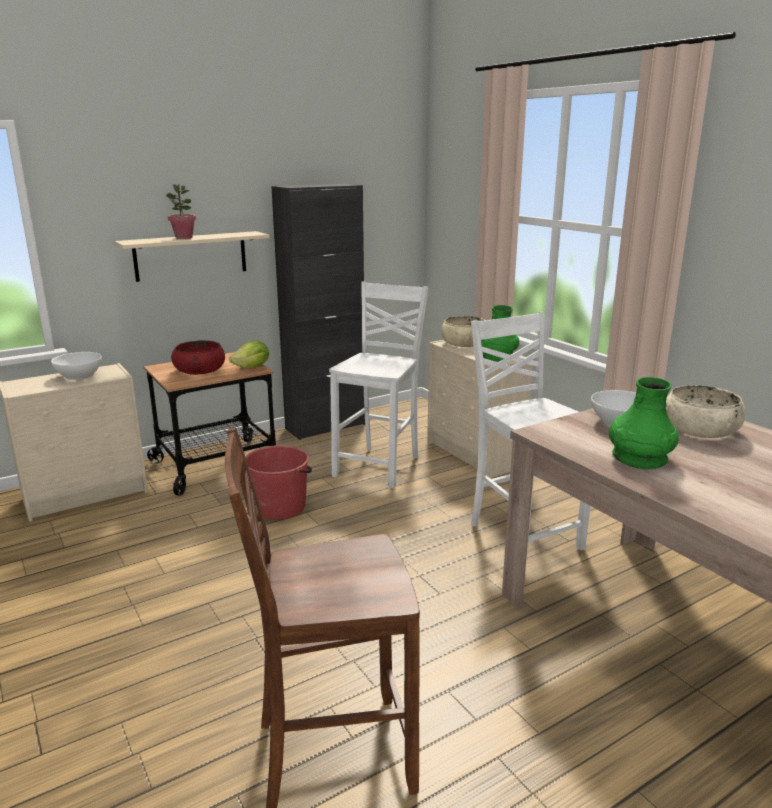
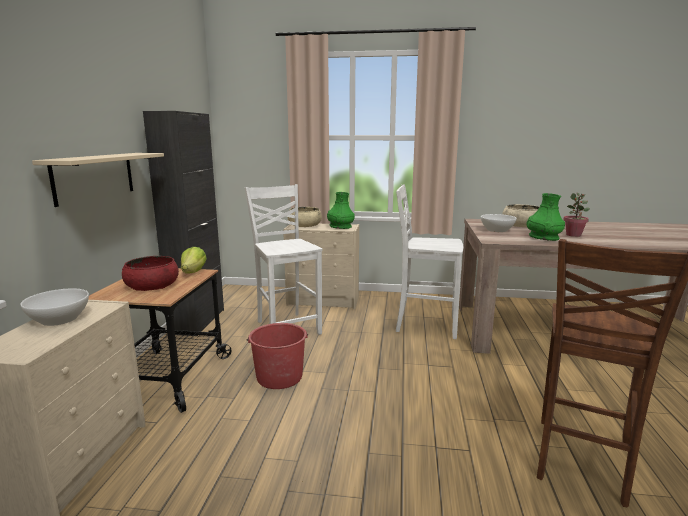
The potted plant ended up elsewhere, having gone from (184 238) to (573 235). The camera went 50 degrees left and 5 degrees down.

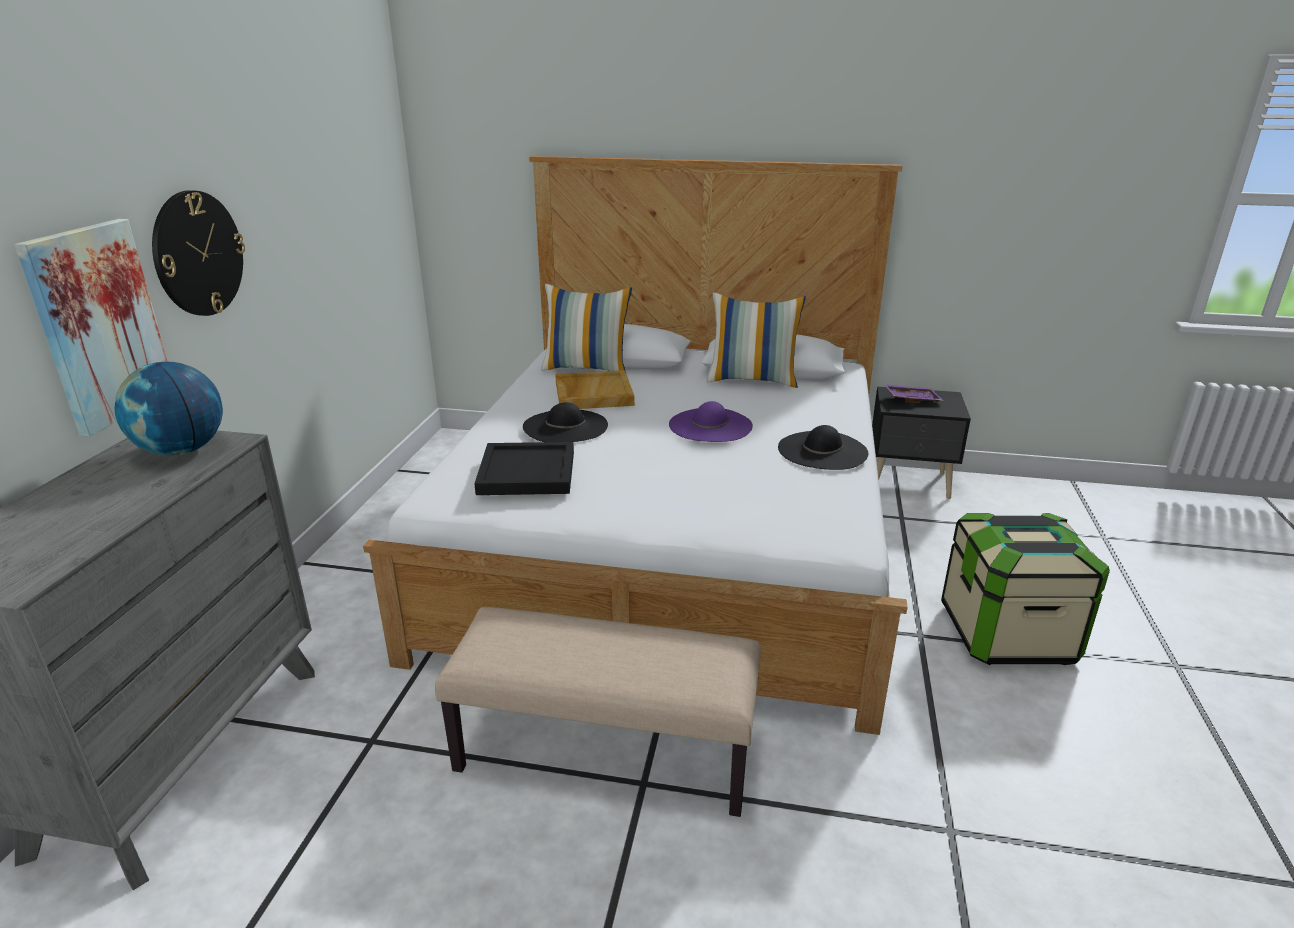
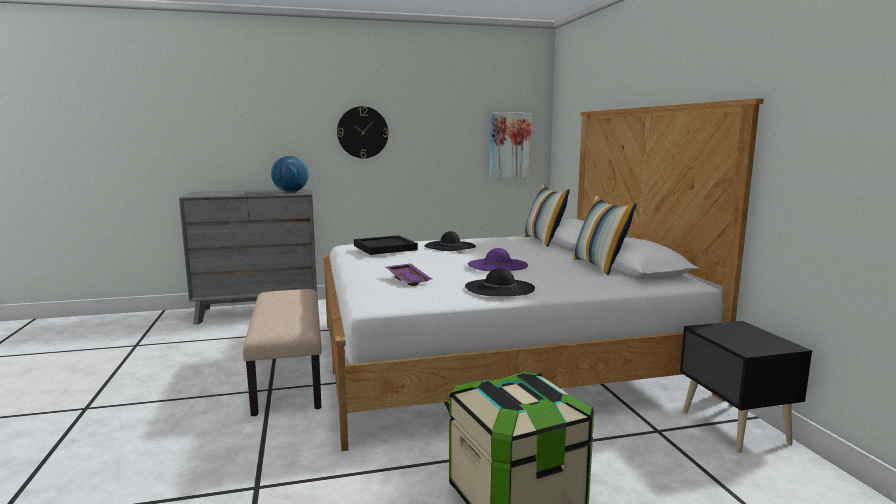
The tray in purple ended up elsewhere, having gone from (911 399) to (409 280). The picture ended up elsewhere, having gone from (99 325) to (509 145). The second view lost the tray in beige at (593 393). The camera went 65 degrees right and 15 degrees down.

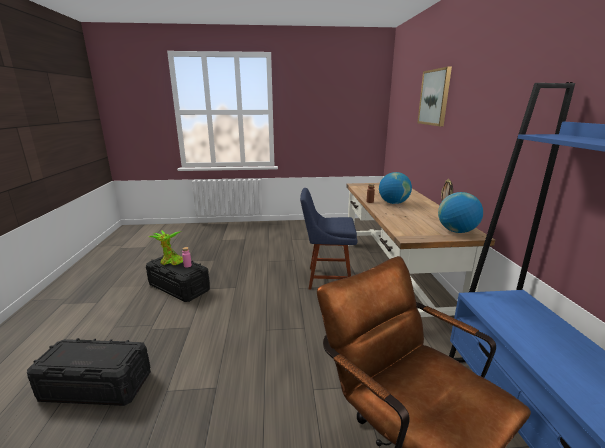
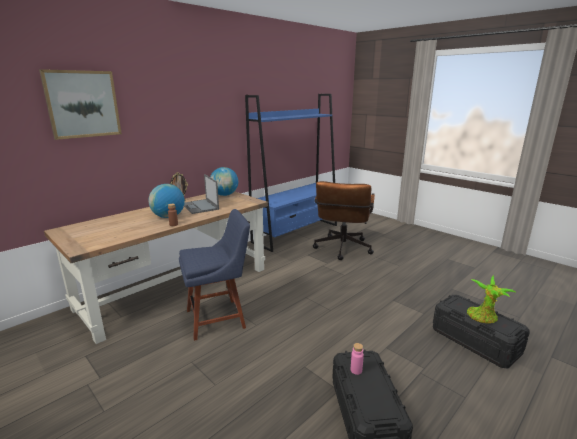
The chair in blue at (326 278) ended up facing another way, 75 degrees counterclockwise from before. The second view gained the laptop at (200 206). The potted plant ended up elsewhere, having gone from (170 262) to (483 318). The camera went 130 degrees left and 0 degrees up.

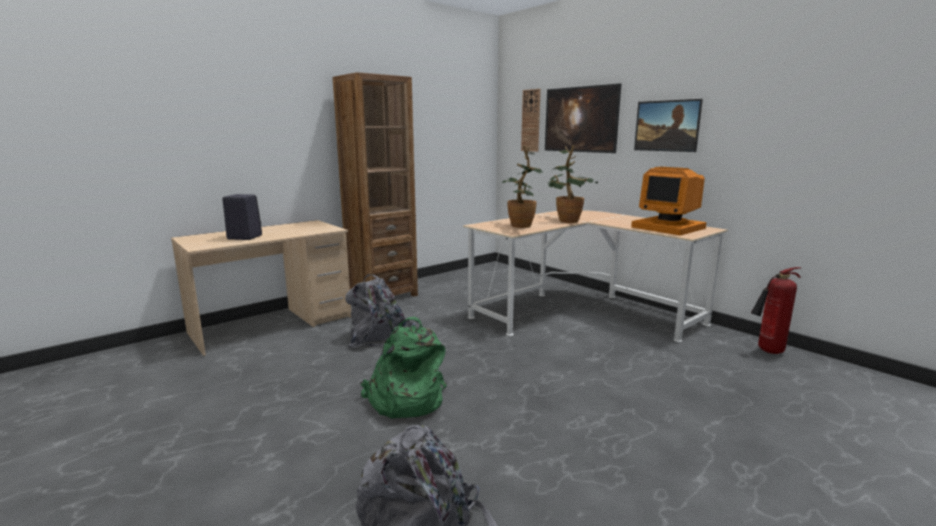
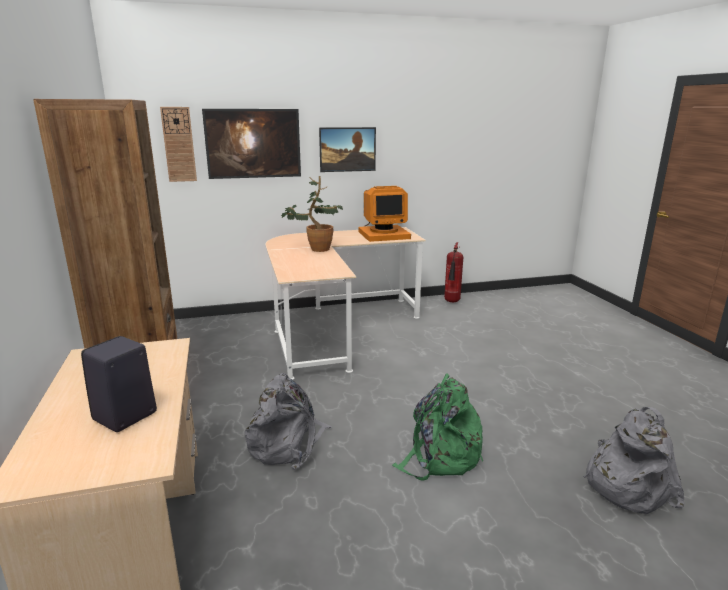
The second view lost the potted plant at (520 227). The camera went 65 degrees left and 5 degrees up.

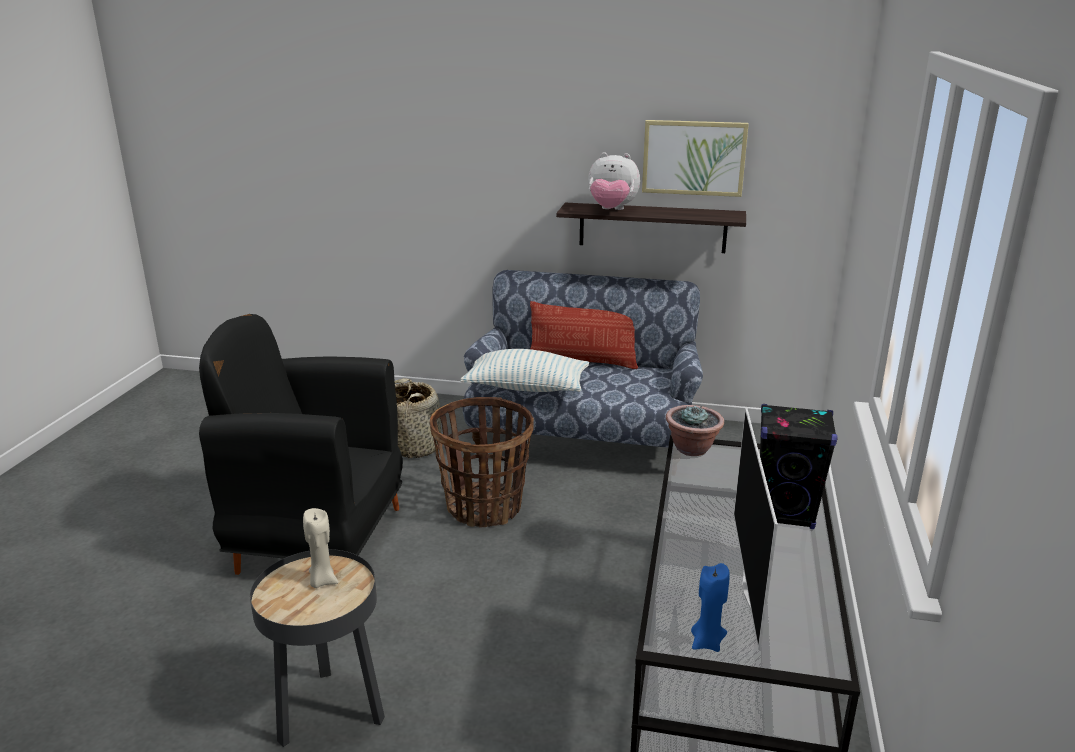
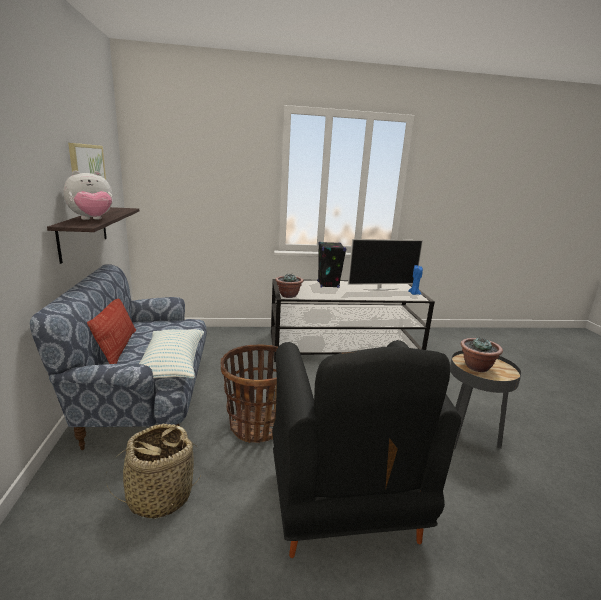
The plush toy at (611 210) ended up facing another way, 60 degrees clockwise from before. Where the candle in beige stood at (322 581), the potted plant came to stand at (476 367). The camera went 110 degrees left and 5 degrees down.

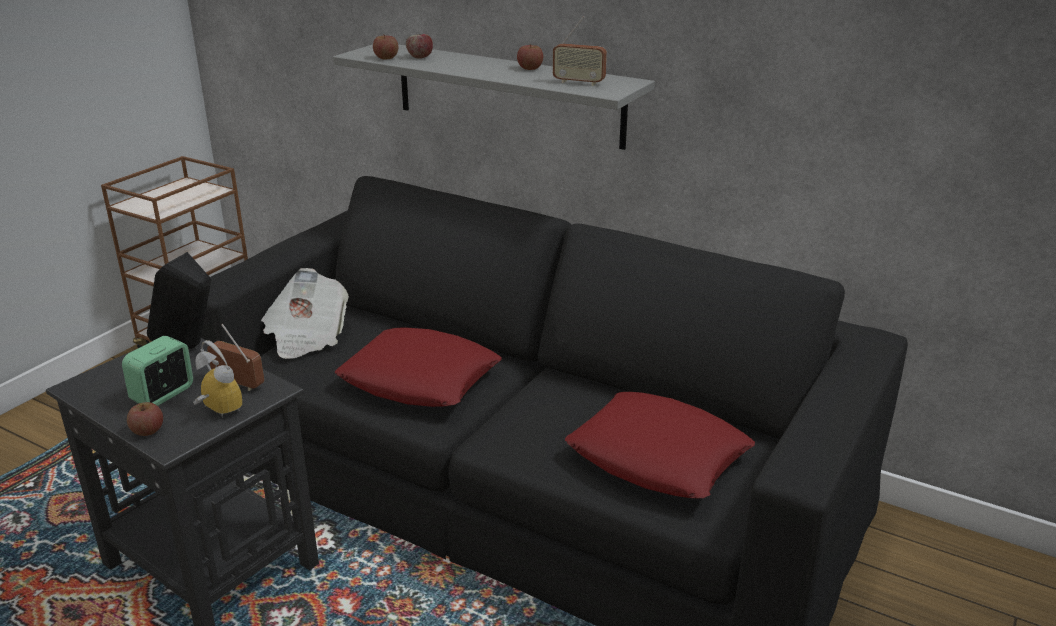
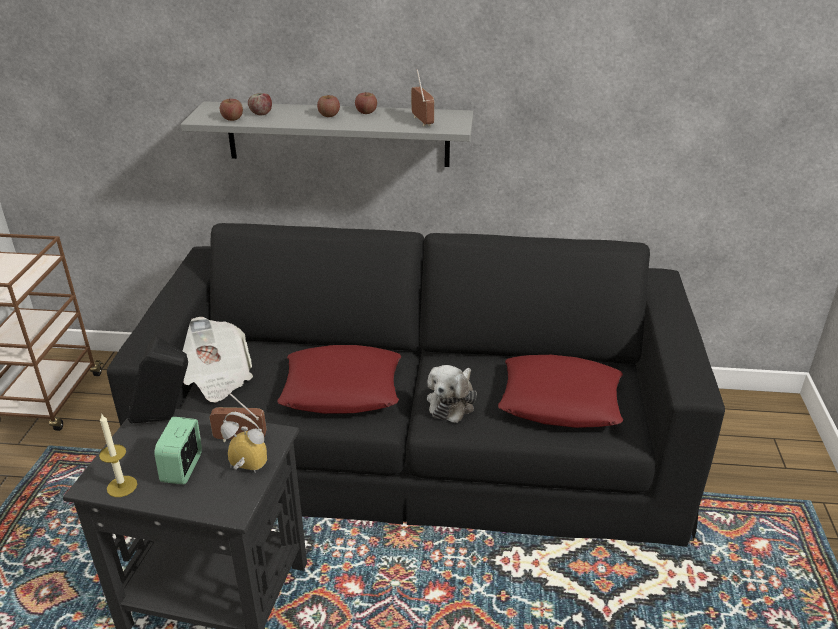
The second view gained the candle at (122 486). The apple ended up elsewhere, having gone from (147 431) to (329 115). The radio at (579 83) ended up facing another way, 105 degrees counterclockwise from before. The second view gained the plush toy at (452 402). The camera went 25 degrees left and 5 degrees up.

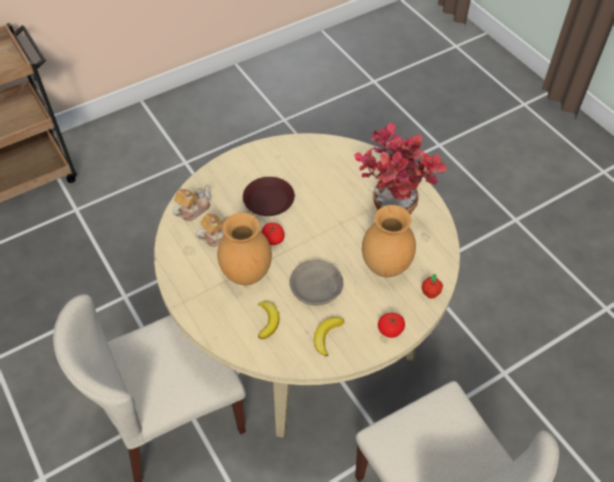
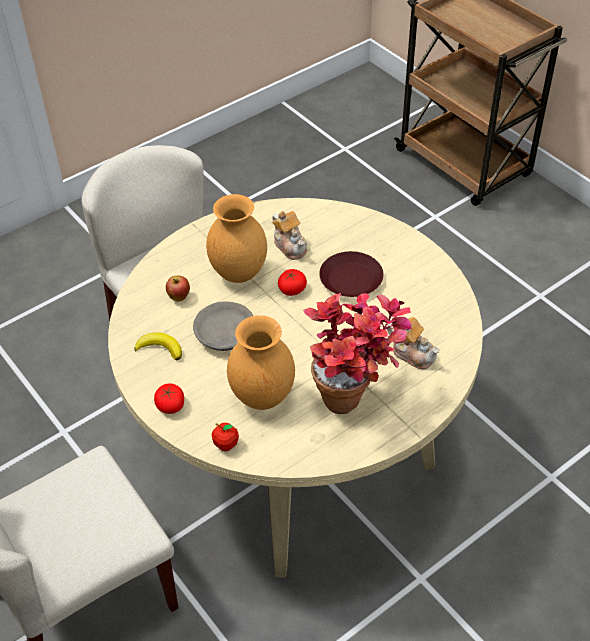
Where the banana stood at (268 321), the apple came to stand at (179 297). The teapot ended up elsewhere, having gone from (193 209) to (412 353). The camera went 85 degrees right and 5 degrees down.

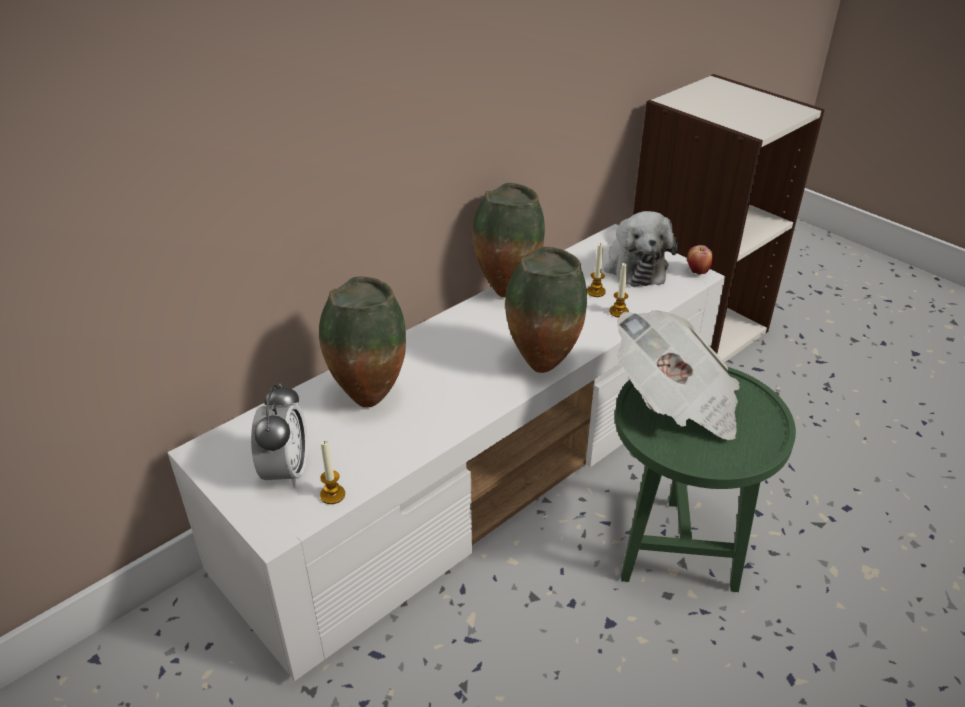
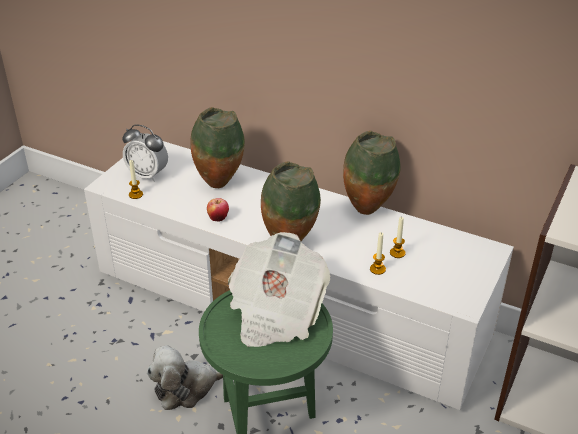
The alarm clock at (286 471) ended up facing another way, 45 degrees clockwise from before. The plush toy ended up elsewhere, having gone from (634 266) to (187 387). The apple ended up elsewhere, having gone from (697 271) to (218 218). The camera went 70 degrees right and 0 degrees up.

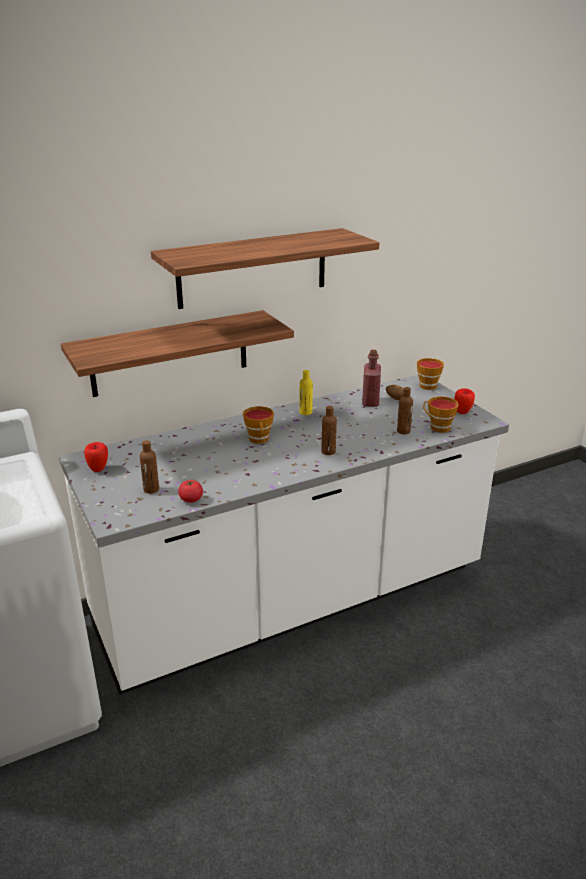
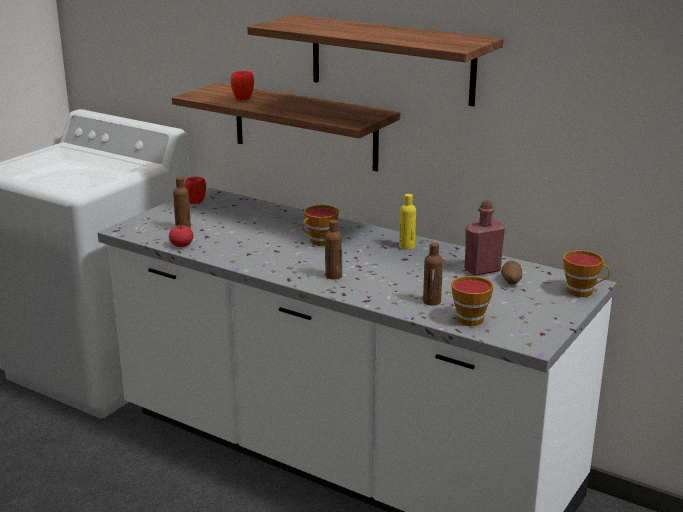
The apple ended up elsewhere, having gone from (462 412) to (243 99). The camera went 60 degrees right and 5 degrees down.

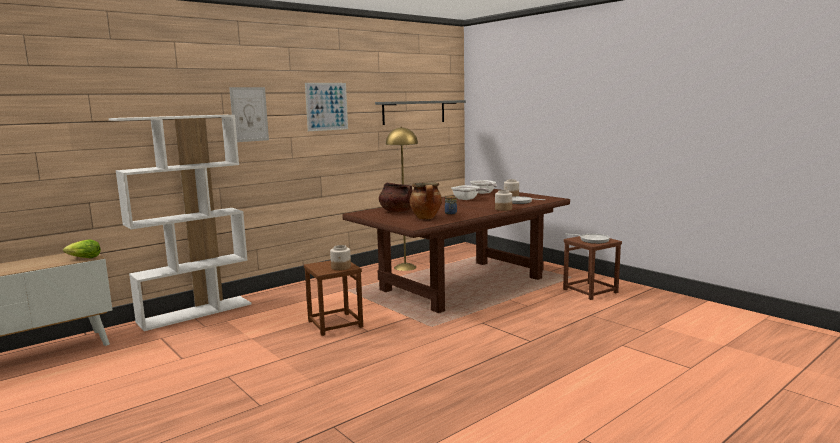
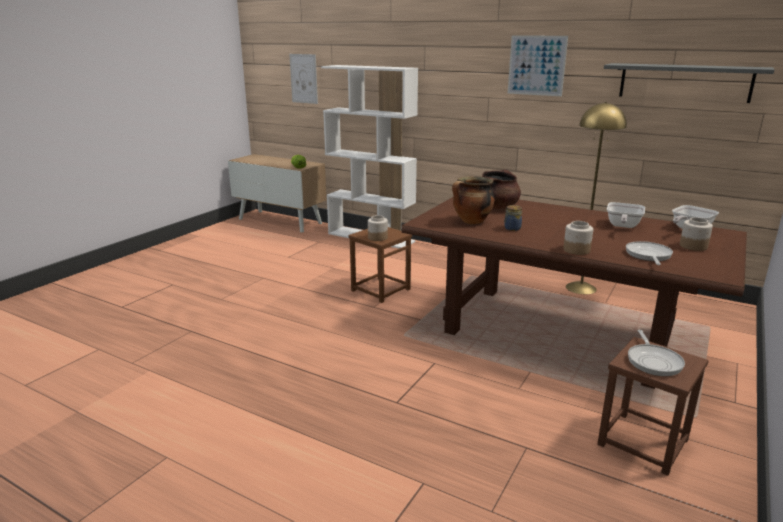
The picture ended up elsewhere, having gone from (249 114) to (304 78). The camera went 70 degrees right and 10 degrees up.

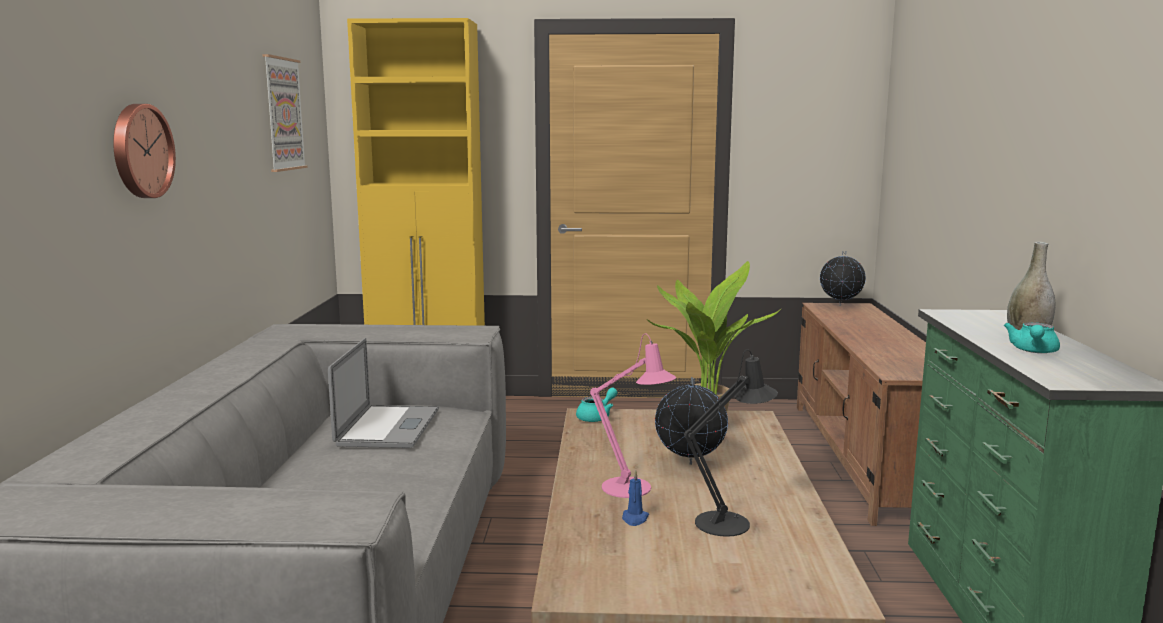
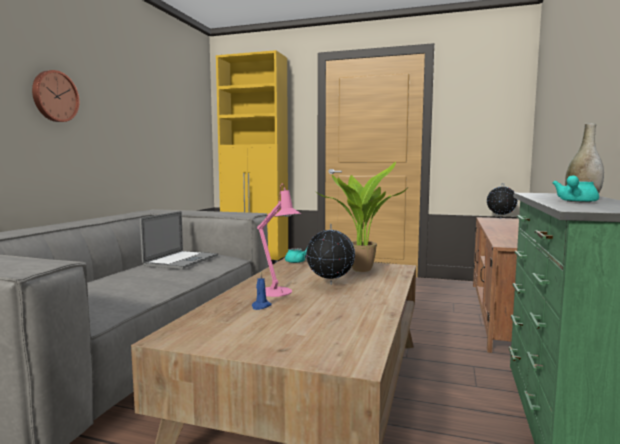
The second view lost the picture at (283 114). The second view lost the table lamp in black at (729 521). The camera went 15 degrees right and 5 degrees down.

